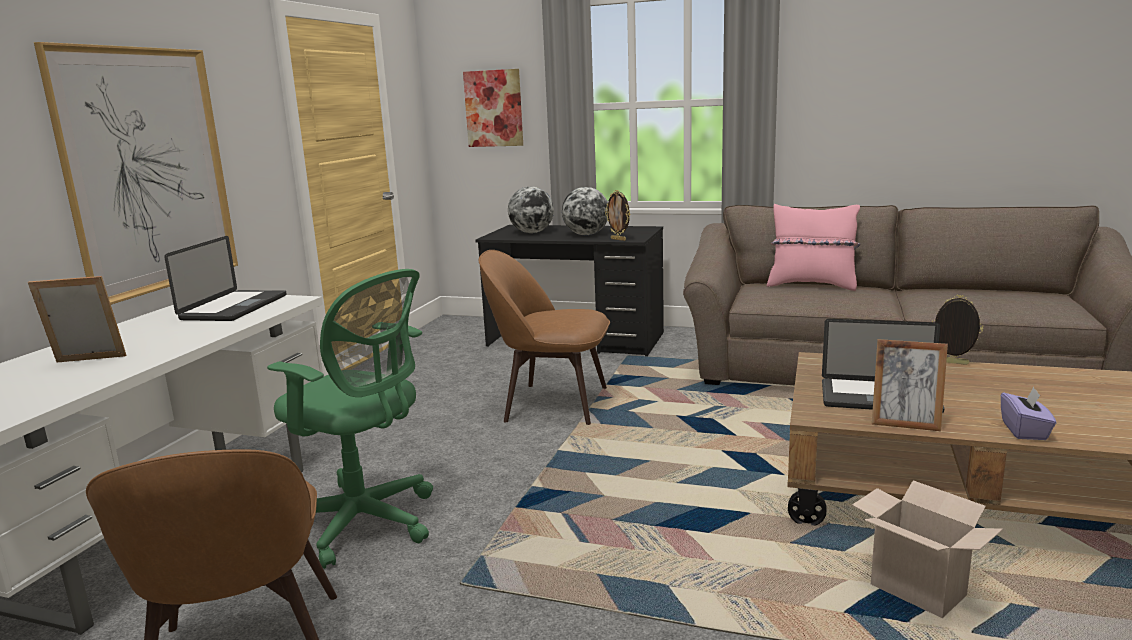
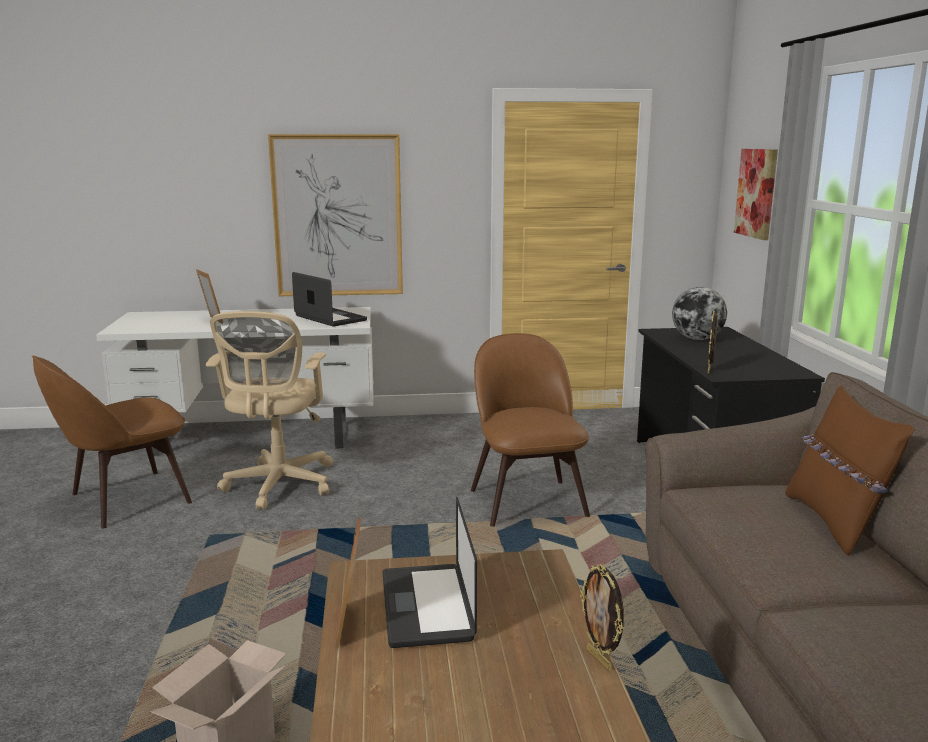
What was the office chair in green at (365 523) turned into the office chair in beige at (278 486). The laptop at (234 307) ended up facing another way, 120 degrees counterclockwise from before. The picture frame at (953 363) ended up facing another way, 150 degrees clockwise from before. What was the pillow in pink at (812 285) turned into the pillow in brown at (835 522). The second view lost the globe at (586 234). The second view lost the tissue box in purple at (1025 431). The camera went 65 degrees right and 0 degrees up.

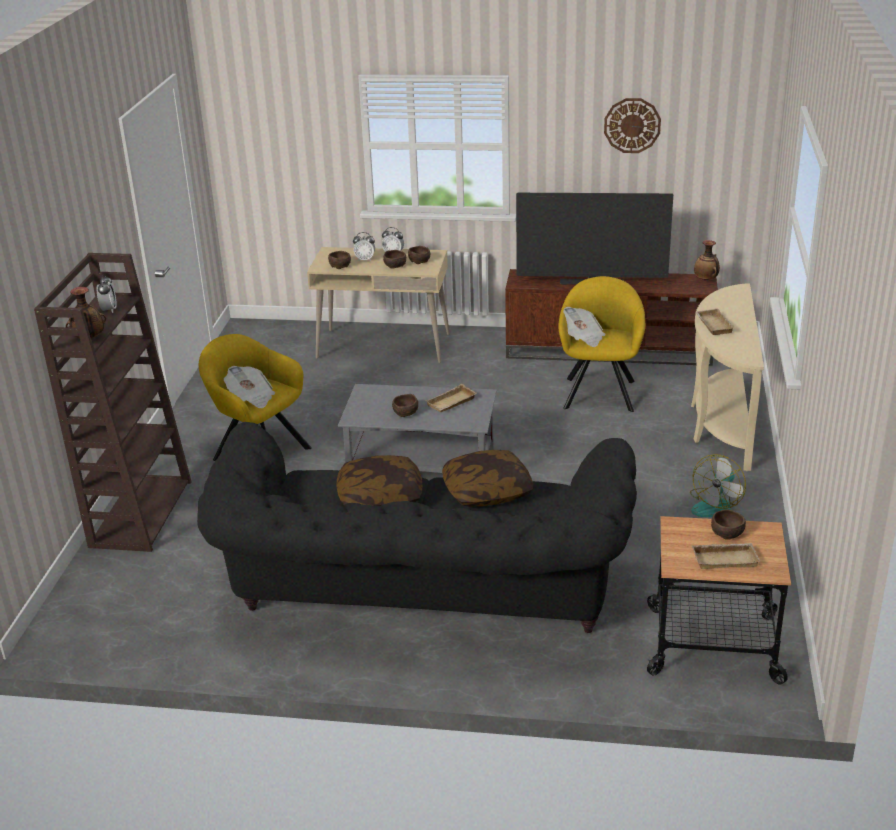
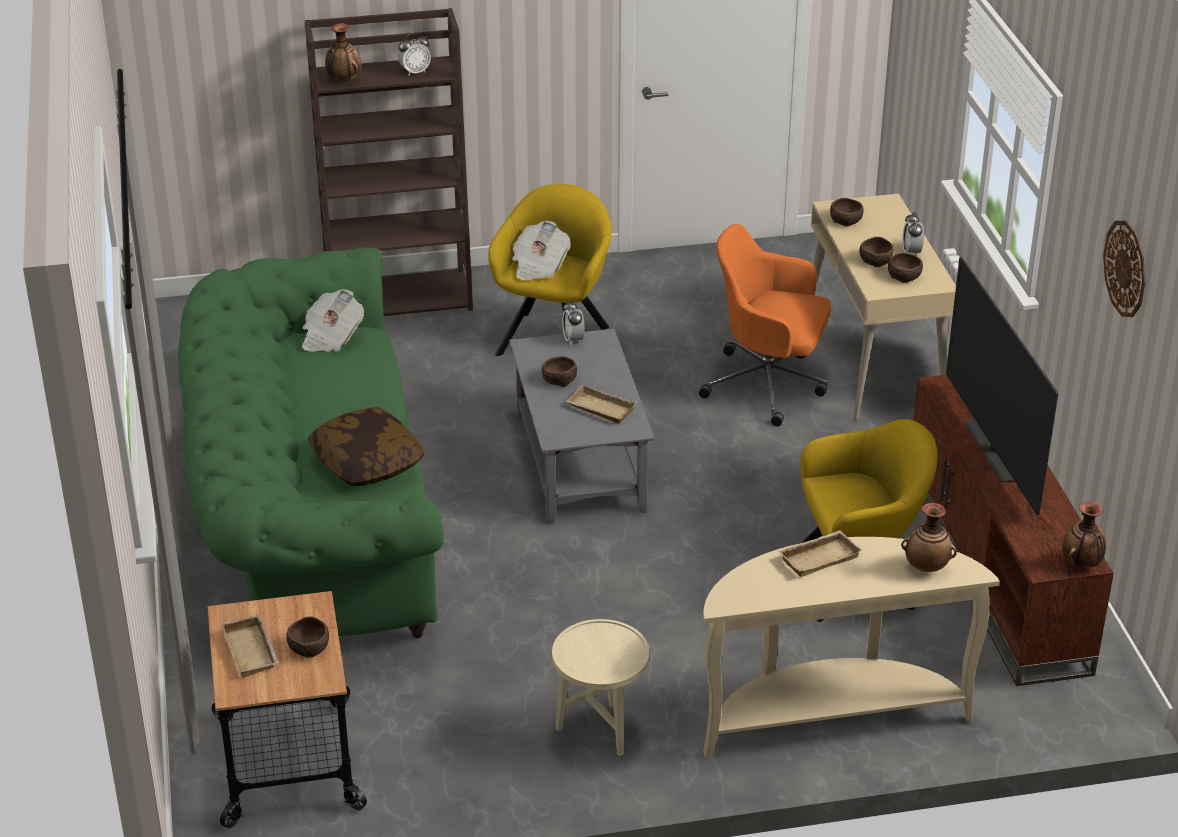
What was the sofa in black at (420 597) turned into the sofa in green at (310 520). The newspaper ended up elsewhere, having gone from (582 338) to (331 337). Where the fan stood at (715 505), the side table in beige came to stand at (600 733). The alarm clock ended up elsewhere, having gone from (365 259) to (573 339). The second view gained the office chair in orange at (768 385). The second view gained the vase at (926 567). The second view lost the pillow at (380 497). The camera went 70 degrees right and 5 degrees up.

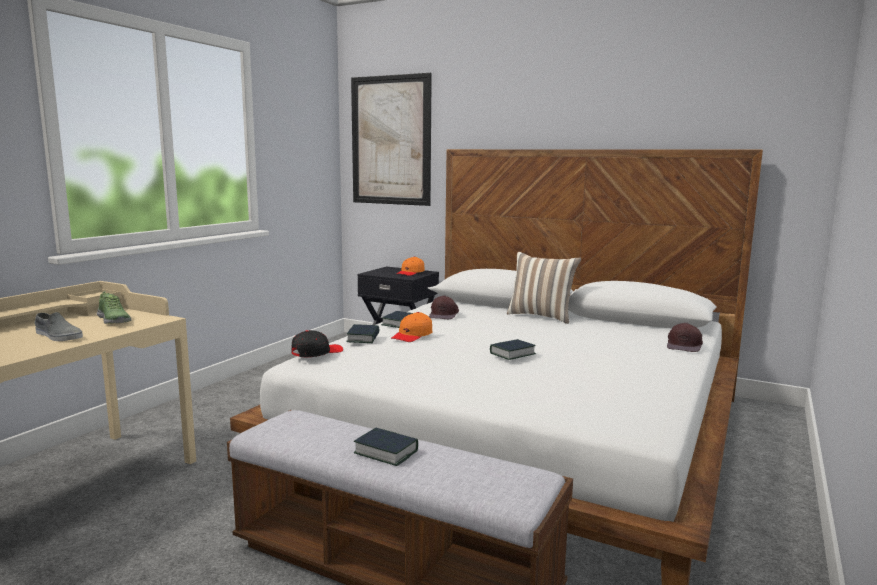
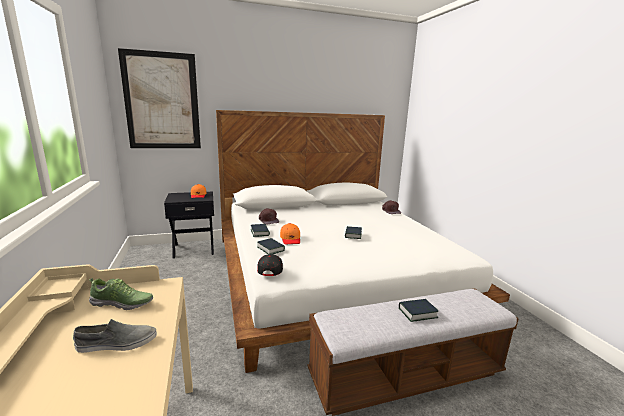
The second view lost the pillow at (541 316). The camera went 45 degrees left and 5 degrees up.

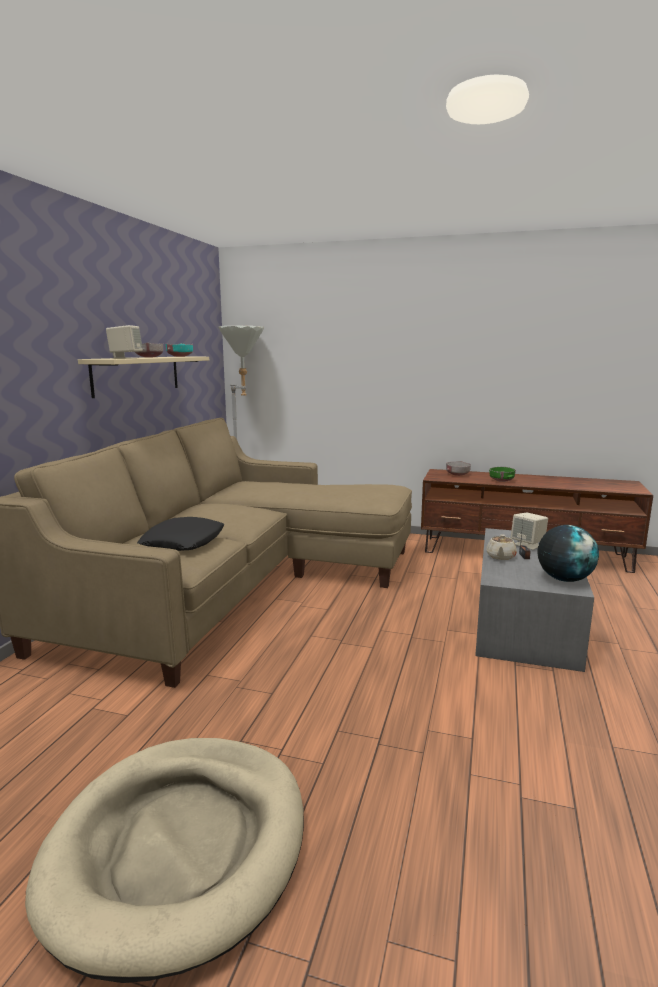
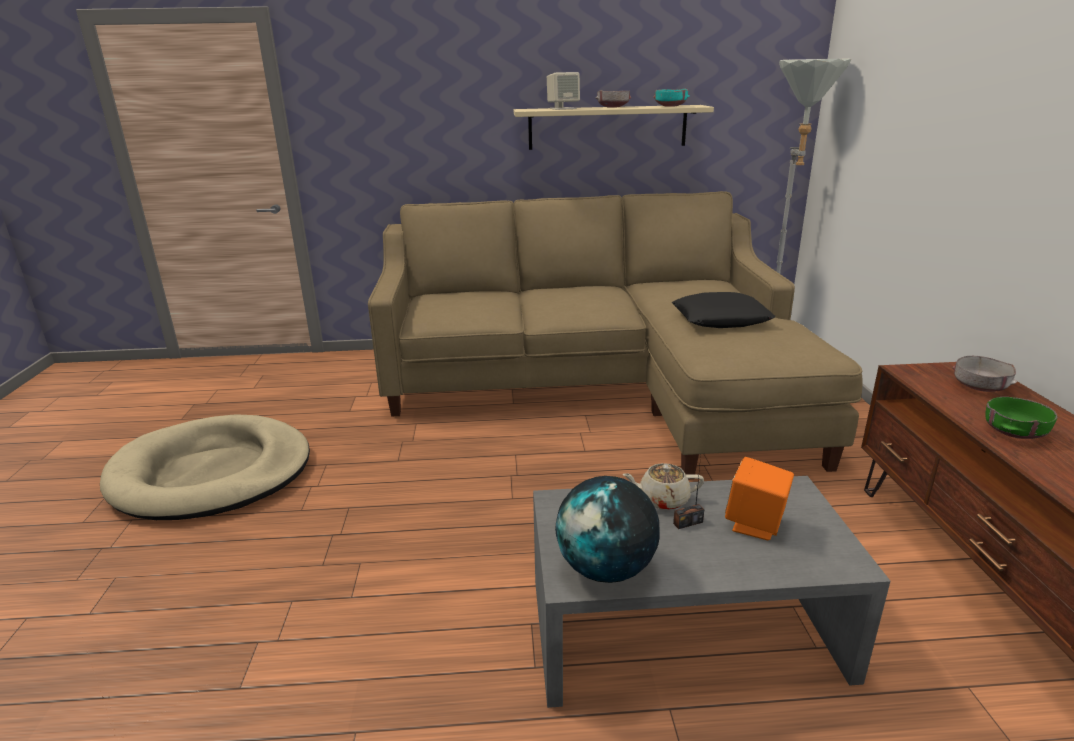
The pillow in black ended up elsewhere, having gone from (183 542) to (721 319). What was the speaker in beige at (528 545) turned into the speaker in orange at (755 525). The camera went 70 degrees right and 10 degrees up.

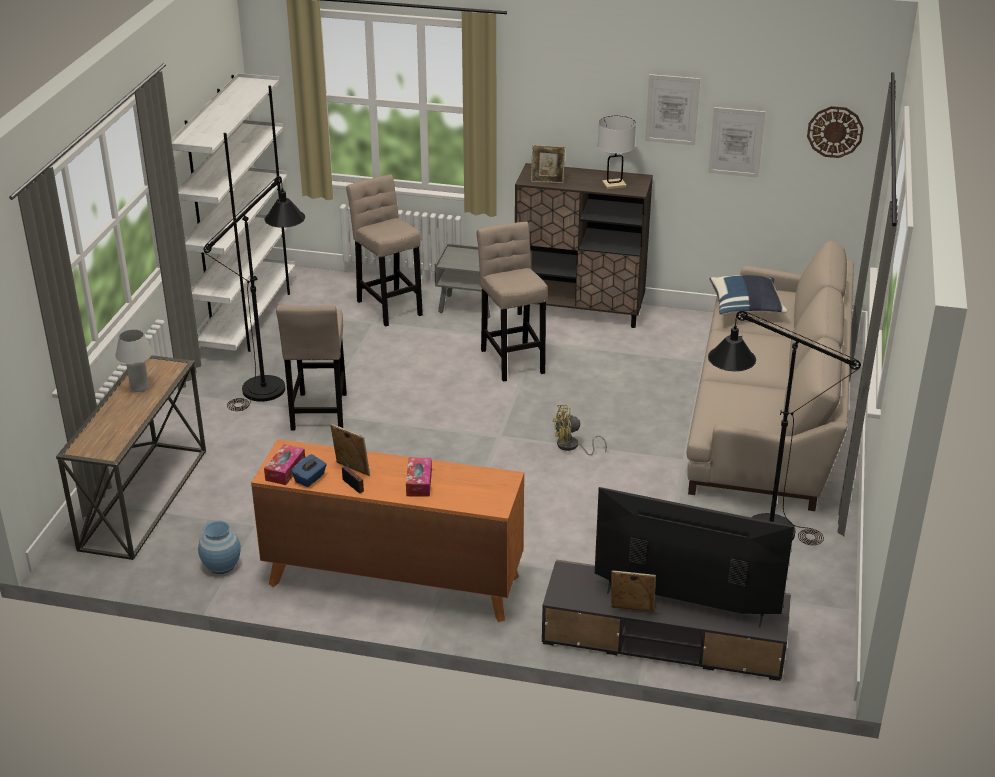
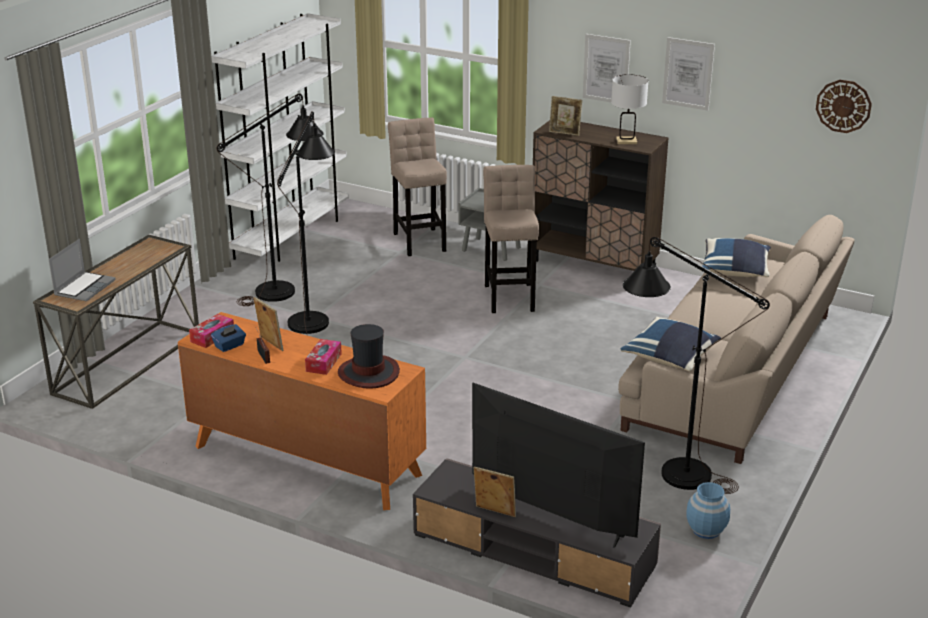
The second view gained the laptop at (84 287). Where the stool in beige stood at (319 414), the floor lamp in black came to stand at (312 318). The second view gained the hat at (369 373). The picture ended up elsewhere, having gone from (736 142) to (606 69). The second view gained the pillow in blue at (670 358). The vase in blue ended up elsewhere, having gone from (221 565) to (706 530). The second view lost the table lamp in white at (139 387). The second view lost the fan in yellow at (572 447). The camera went 15 degrees right and 5 degrees down.

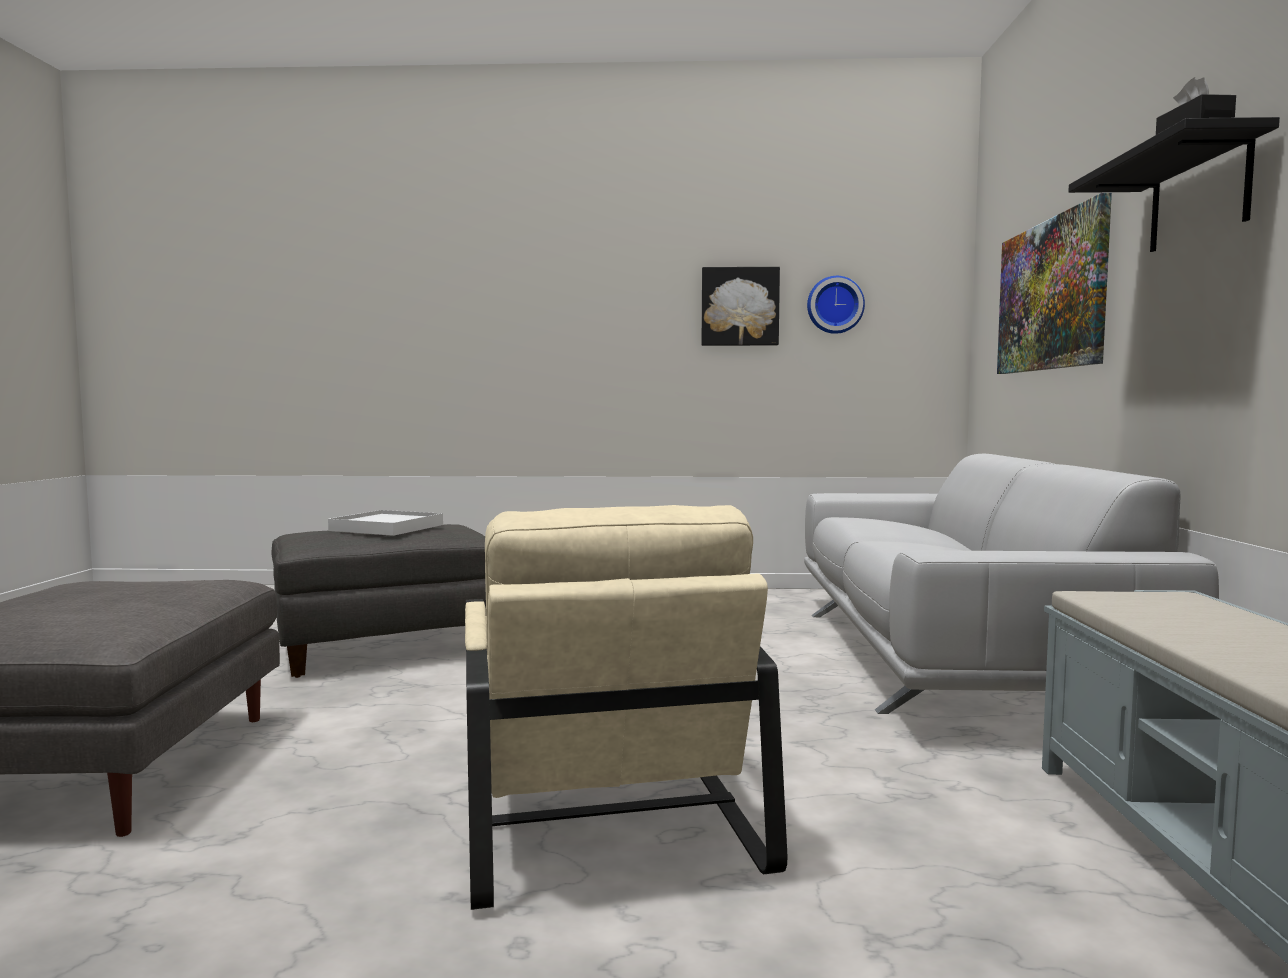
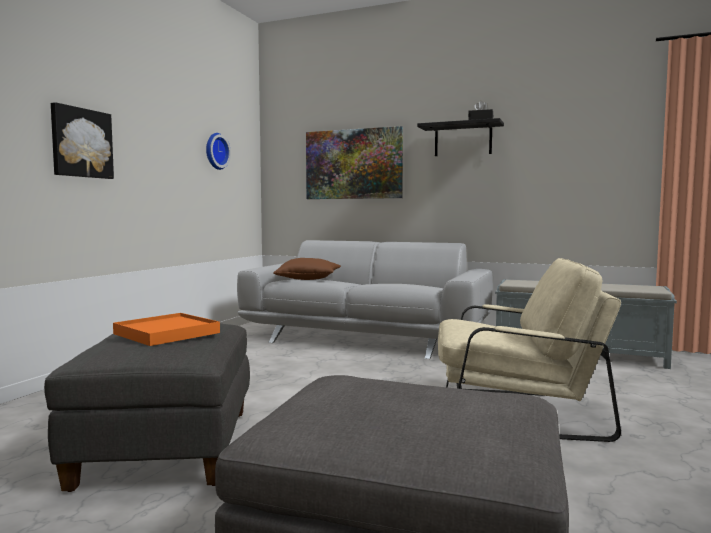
The picture ended up elsewhere, having gone from (739 307) to (81 143). What was the tray in white at (386 528) turned into the tray in orange at (166 333). The second view gained the pillow in brown at (308 279). The camera went 70 degrees left and 0 degrees up.

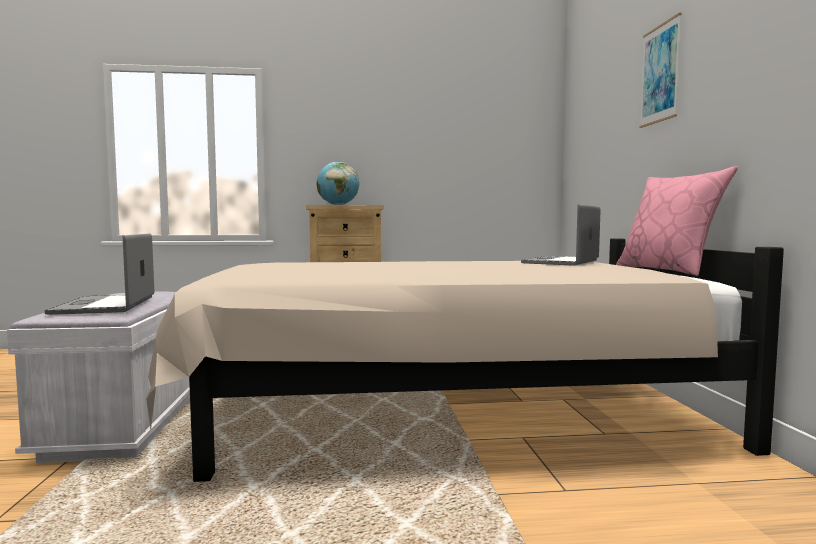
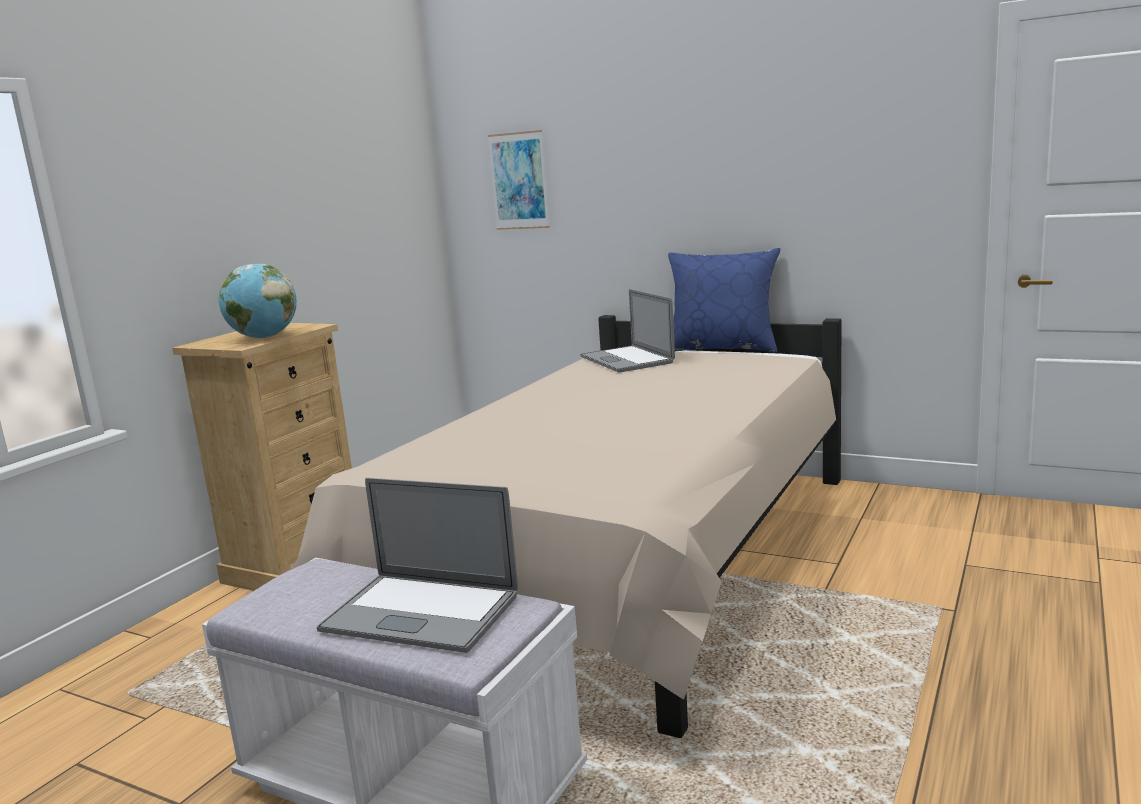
The picture ended up elsewhere, having gone from (660 74) to (519 181). What was the pillow in pink at (668 271) turned into the pillow in blue at (722 348). The camera went 55 degrees left and 10 degrees up.

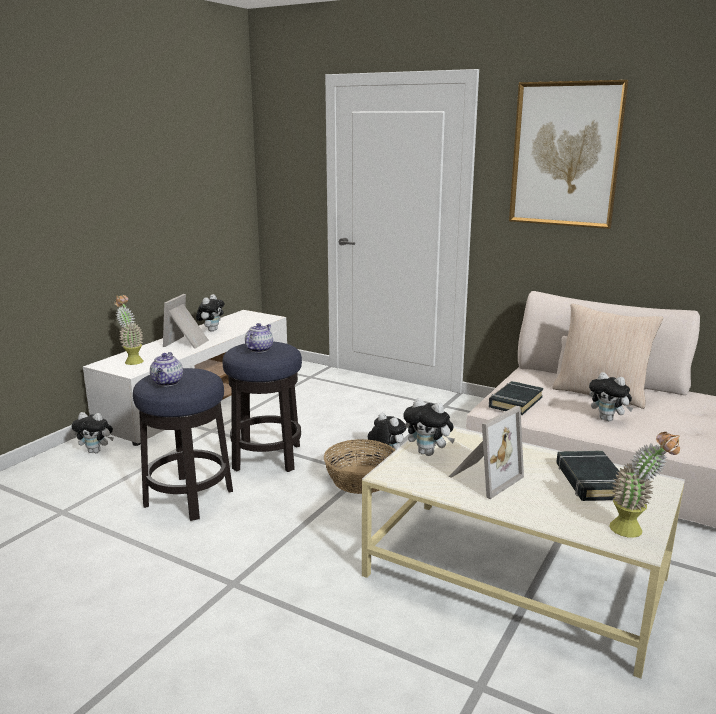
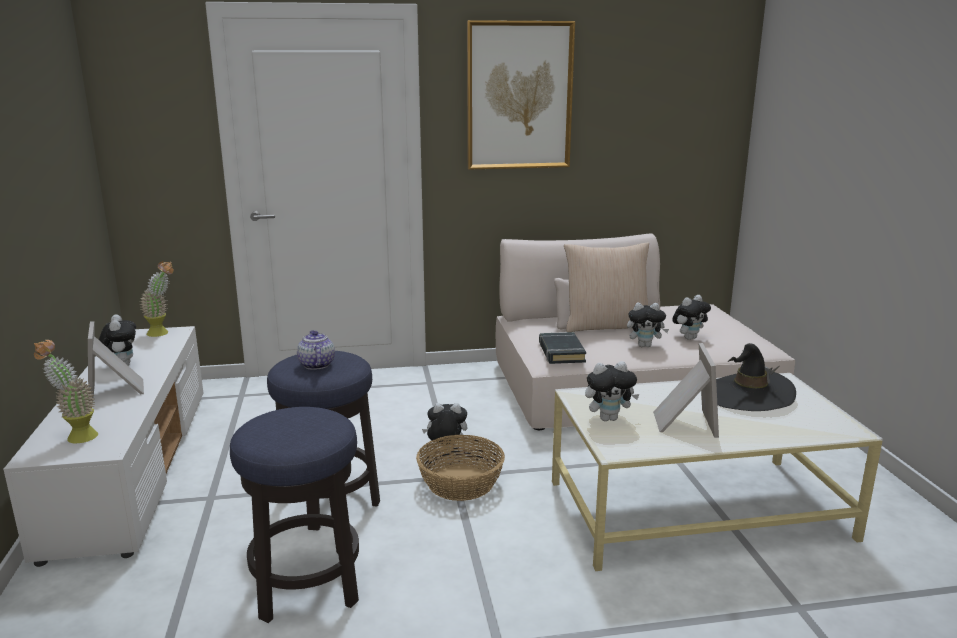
The potted plant ended up elsewhere, having gone from (634 531) to (163 333). The plush toy ended up elsewhere, having gone from (96 451) to (689 338). Where the book in black stood at (590 481), the hat in black came to stand at (747 395). The second view lost the teapot at (167 383). The camera went 40 degrees left and 0 degrees up.

